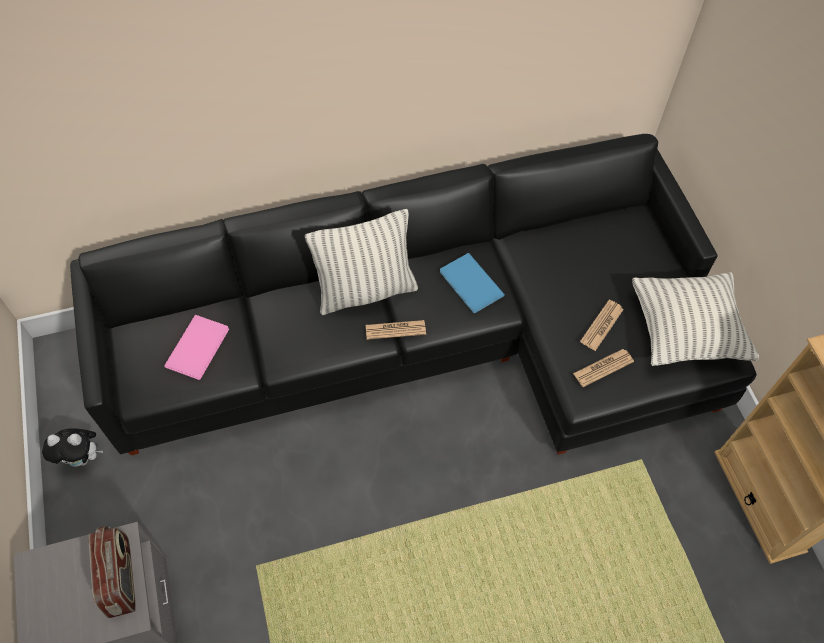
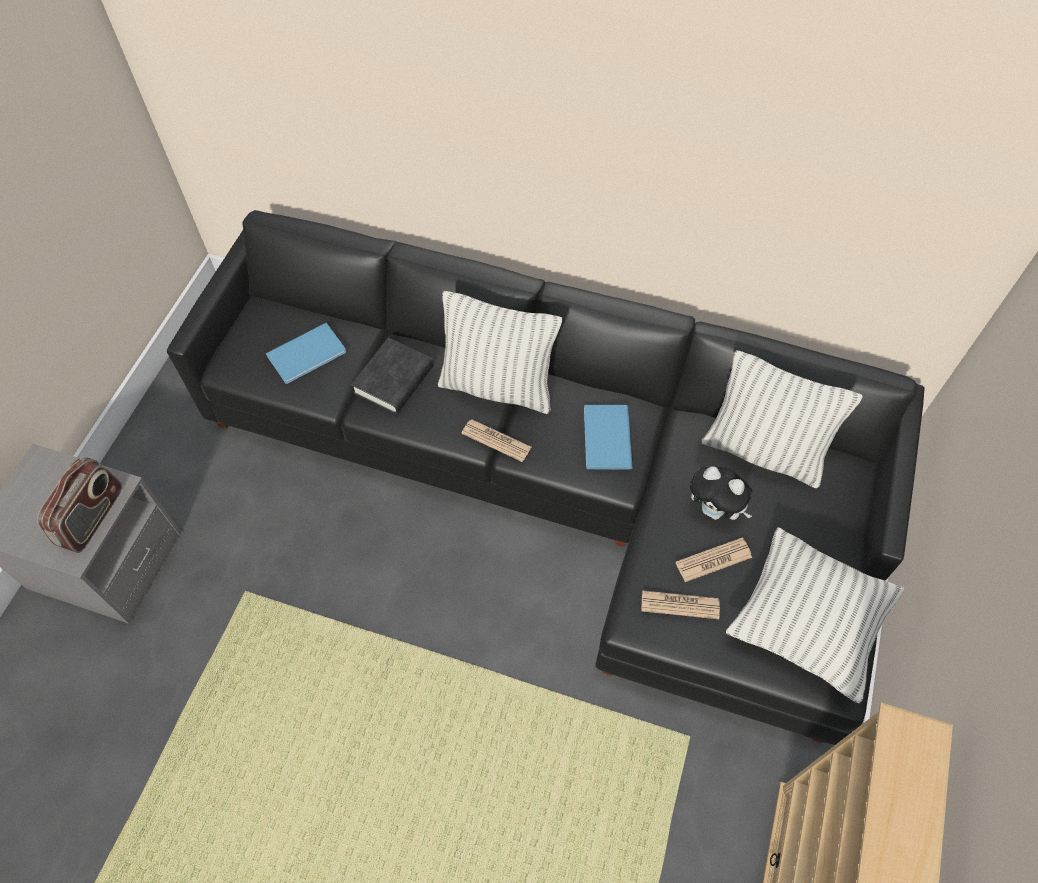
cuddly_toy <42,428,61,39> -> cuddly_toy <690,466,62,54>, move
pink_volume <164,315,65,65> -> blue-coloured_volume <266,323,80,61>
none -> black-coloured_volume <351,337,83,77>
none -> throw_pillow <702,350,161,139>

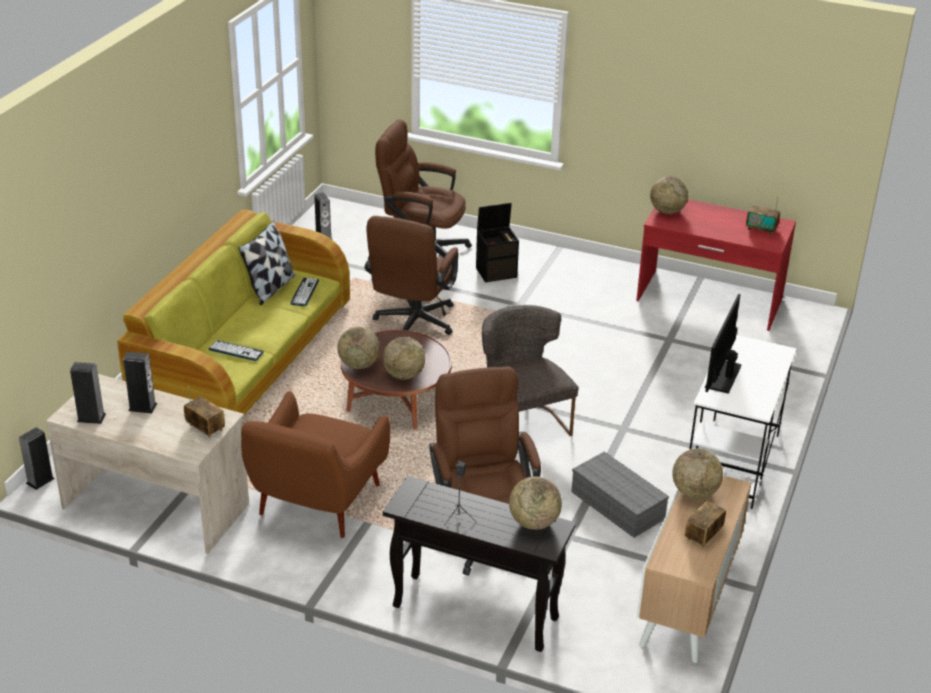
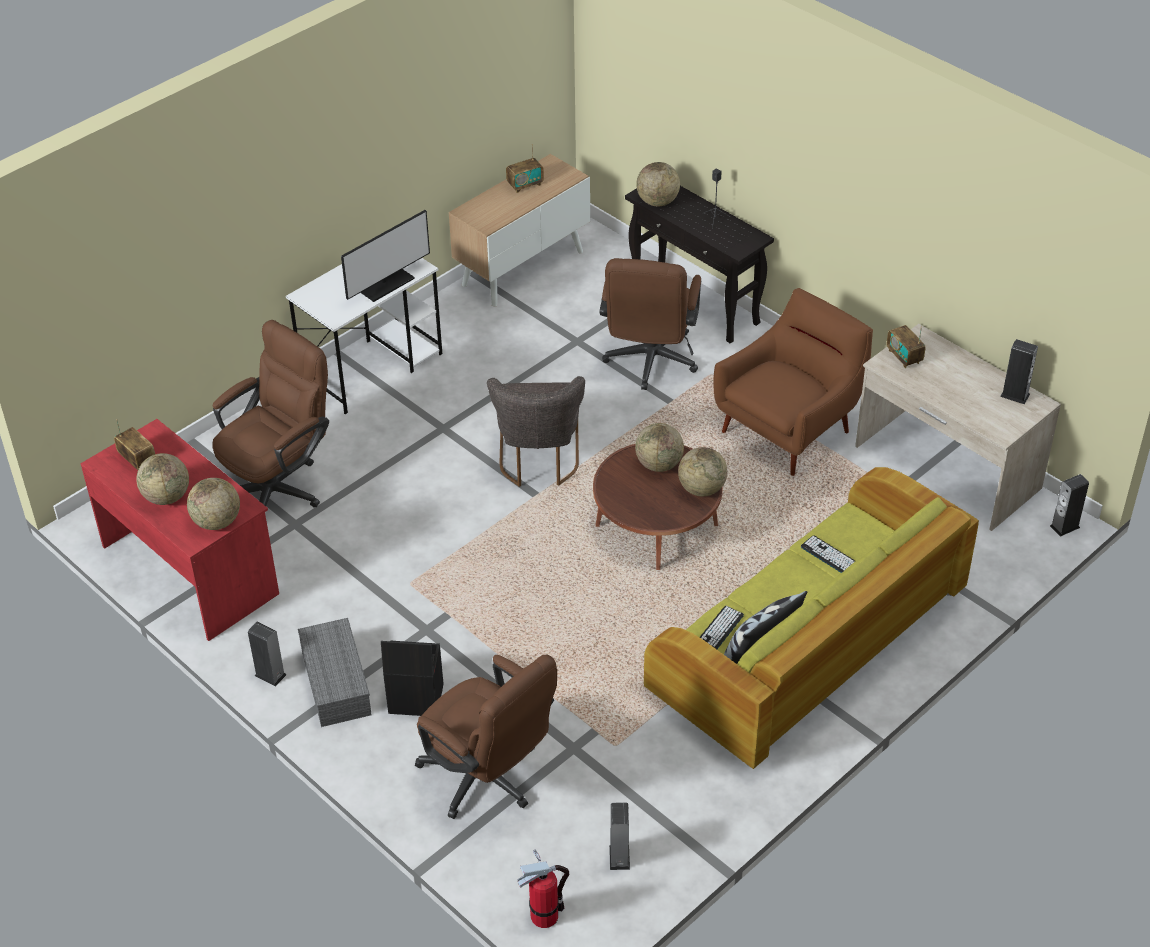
loudspeaker <123,352,34,61> -> loudspeaker <248,622,39,65>, move
brown_computer_chair <365,216,94,119> -> brown_computer_chair <212,320,117,188>, move
gray_storage_container <571,452,98,86> -> gray_storage_container <298,618,74,109>, move
desk_globe <672,448,51,51> -> desk_globe <136,453,53,52>, move
none -> fire-fighting_cylinder <518,850,51,78>

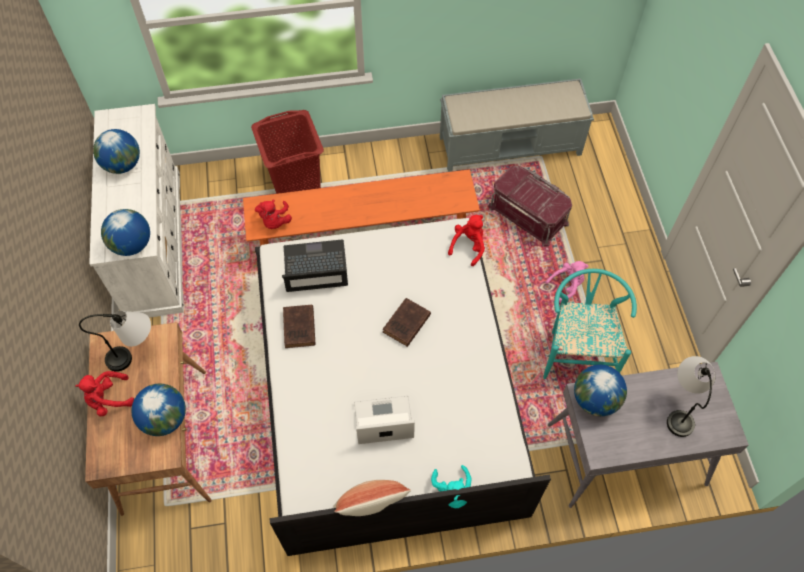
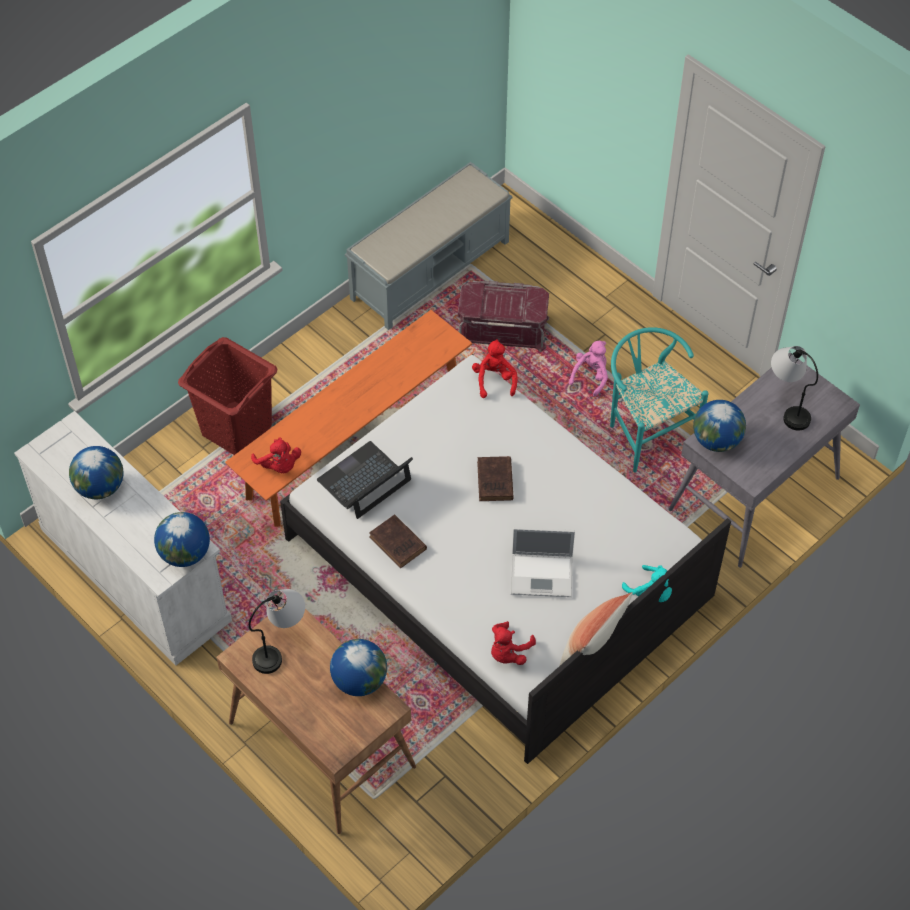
red-coloured_cuddly_toy <75,371,59,45> -> red-coloured_cuddly_toy <491,621,45,44>, move
portable_computer <354,396,61,48> -> portable_computer <511,527,64,70>, 135 degrees counterclockwise

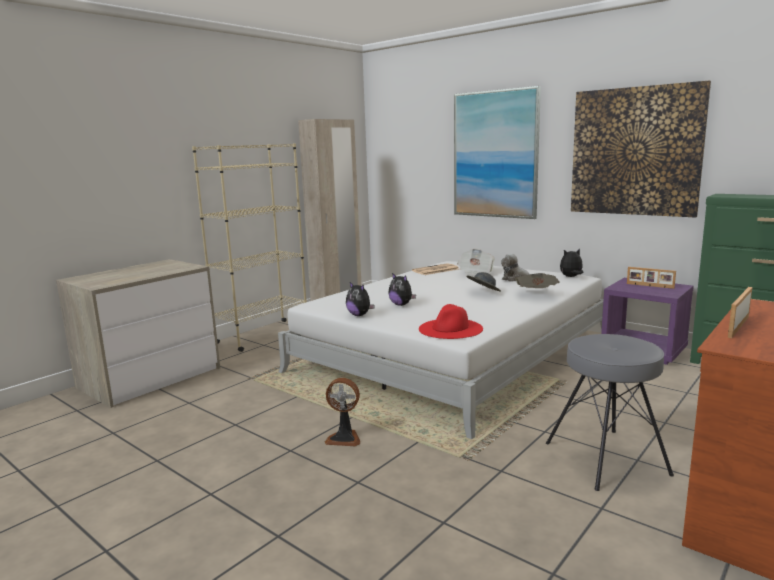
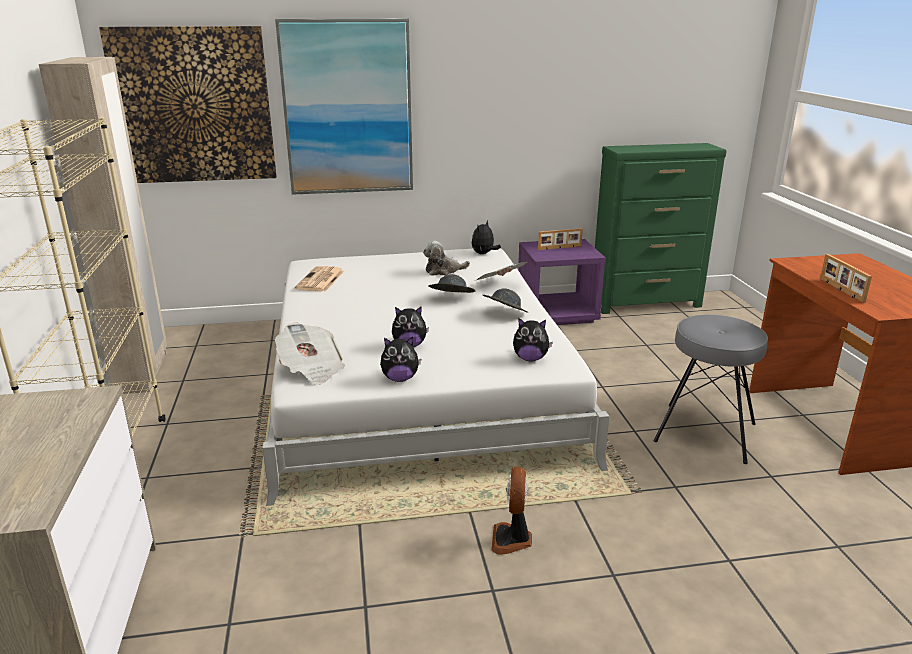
electric_fan <325,378,35,68> -> electric_fan <491,467,41,88>, 135 degrees clockwise
red-coloured_hat <419,304,64,35> -> cuddly_toy <513,318,40,43>
daily_paper <457,249,38,28> -> daily_paper <275,323,70,62>, move
wall_picture <571,80,140,138> -> wall_picture <99,26,178,157>, move
none -> gray_hat <482,288,46,25>

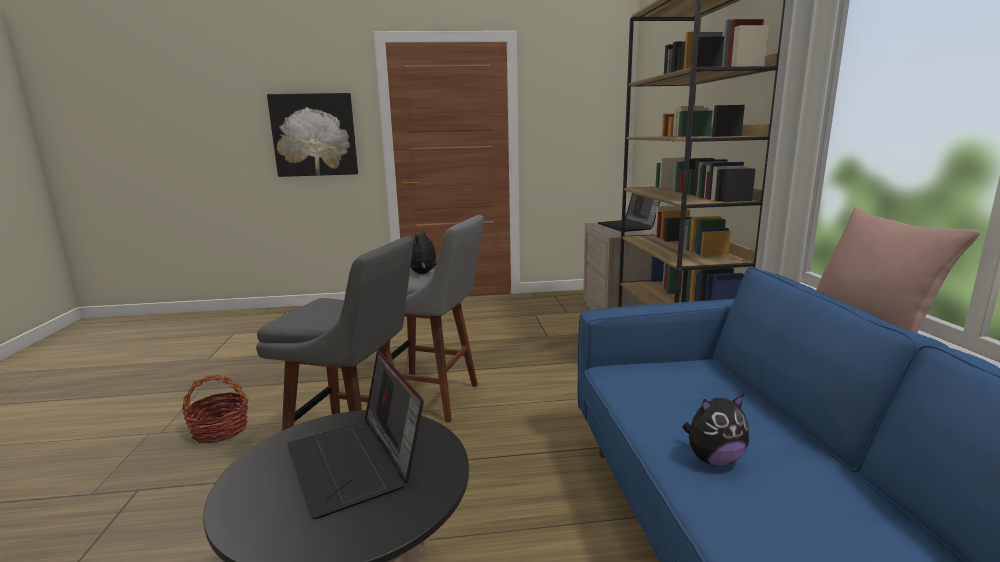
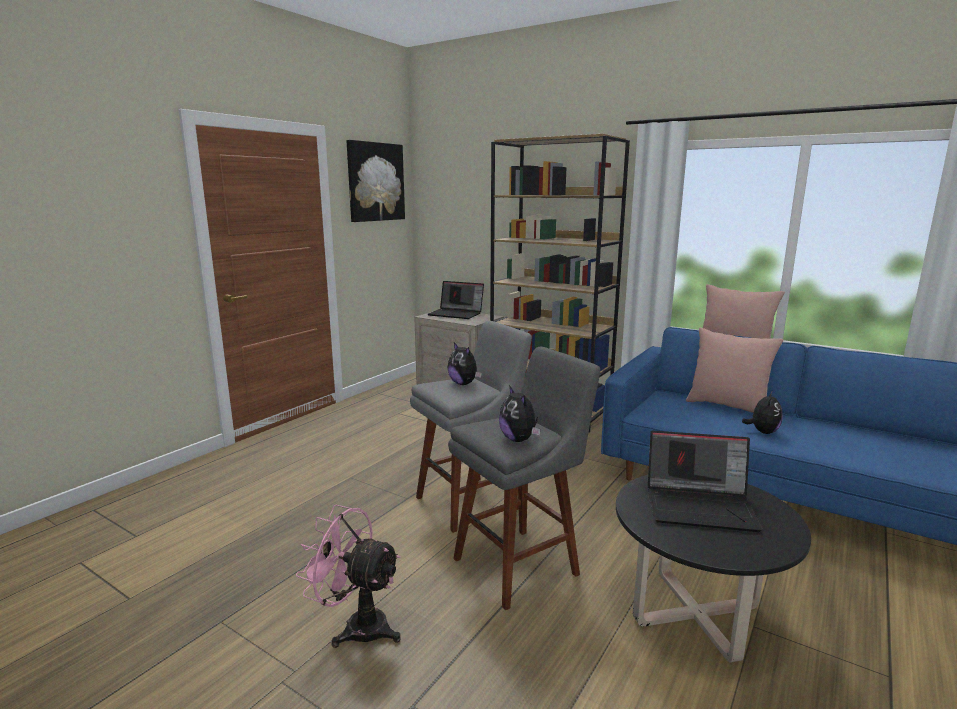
household_basket <182,375,67,68> -> pink_electric_fan <296,505,105,143>
wall_picture <267,93,91,84> -> wall_picture <347,140,58,82>, move
none -> cuddly_toy <499,385,41,57>
none -> pink_throw_pillow <686,328,97,85>

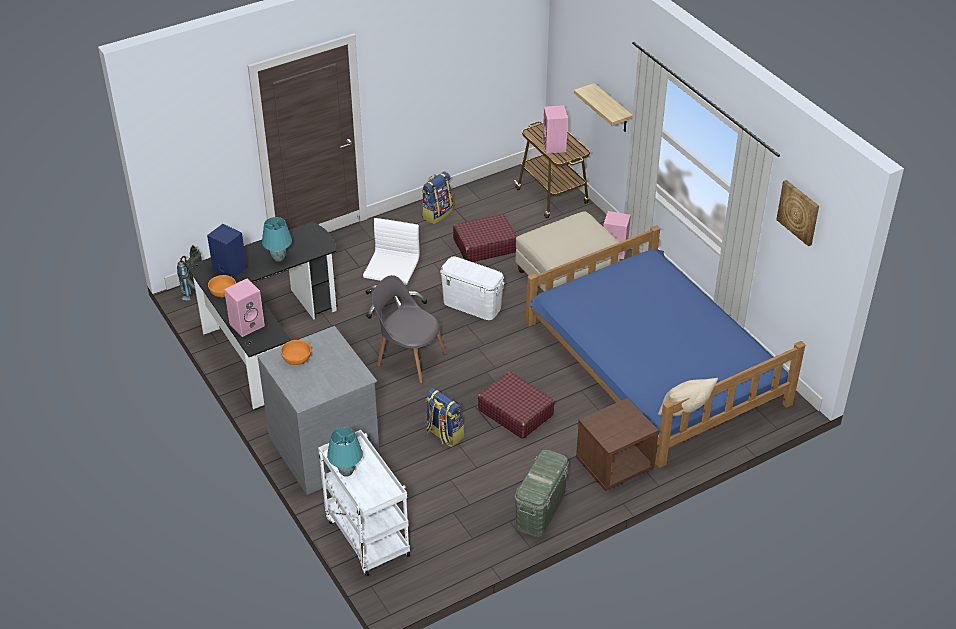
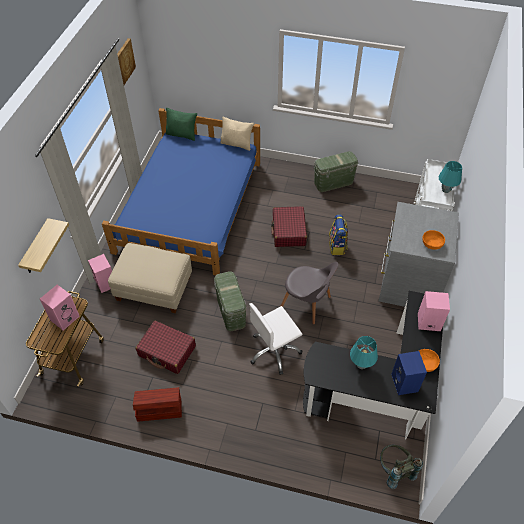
gray_chair <372,275,75,109> -> gray_chair <281,262,58,63>, 45 degrees counterclockwise
knapsack <422,171,31,53> -> brown_storage_container <133,387,49,35>
whitish_storage_container <440,256,65,64> -> green-coloured_storage_container <214,271,32,60>
brown_night_table <576,398,83,93> -> none
none -> green-coloured_throw_pillow <166,108,31,33>

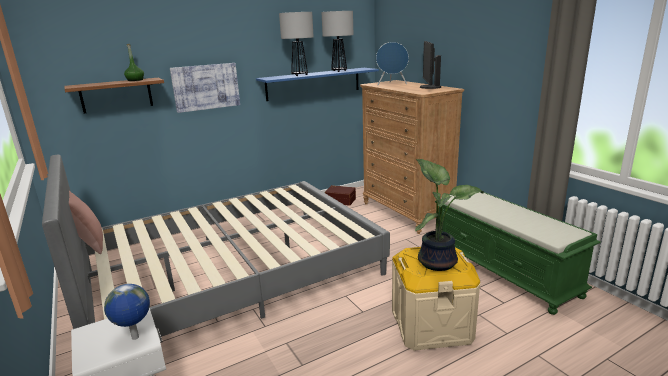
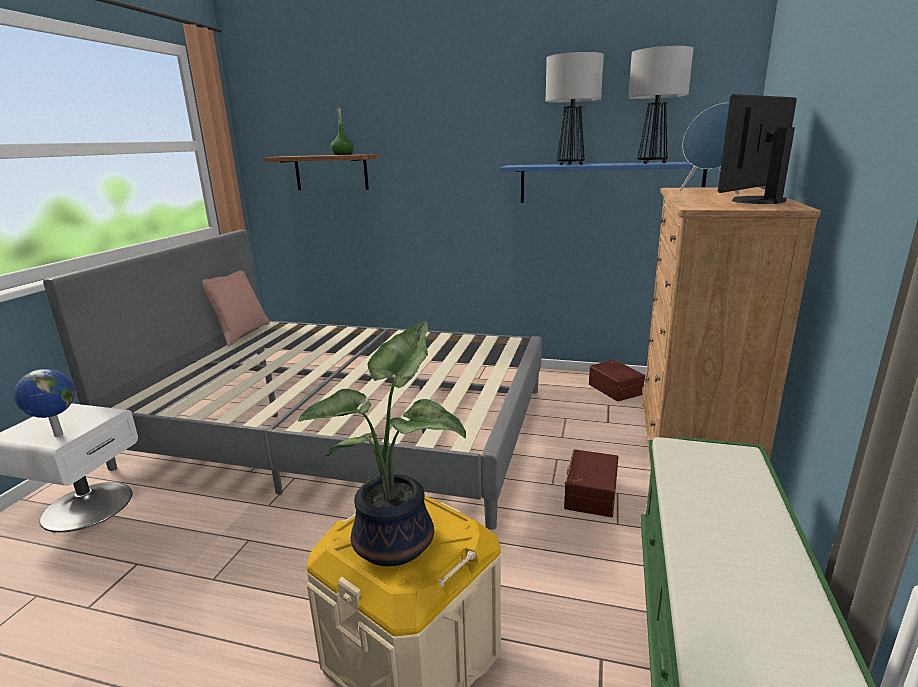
wall_picture <170,63,70,50> -> none
none -> brown_storage_container <564,449,54,68>

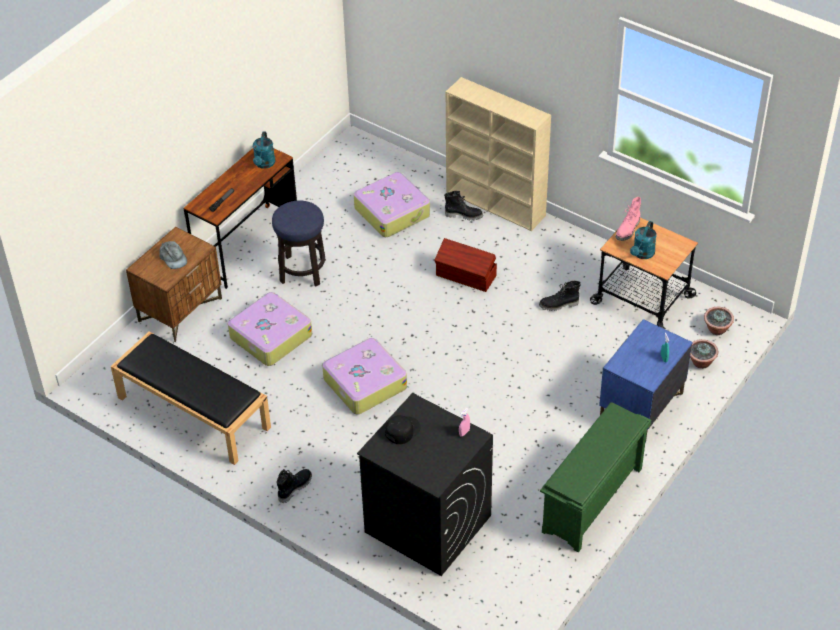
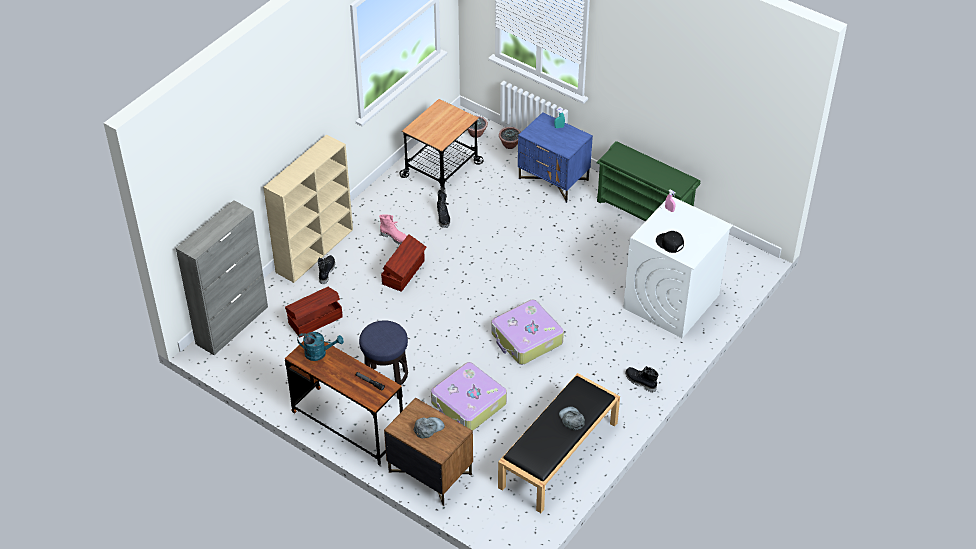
suitcase <354,172,76,65> -> brown_storage_container <285,287,58,50>
black-coloured_laundry_appliance <357,393,136,183> -> whitish_laundry_appliance <623,196,110,142>
pink_tall_boot <616,197,25,44> -> pink_tall_boot <379,215,28,30>, move
blue-green_sprinkling_can <630,221,26,38> -> none
none -> gray_storage_cabinet <176,200,92,155>
none -> gray_peaked_cap <559,407,26,23>

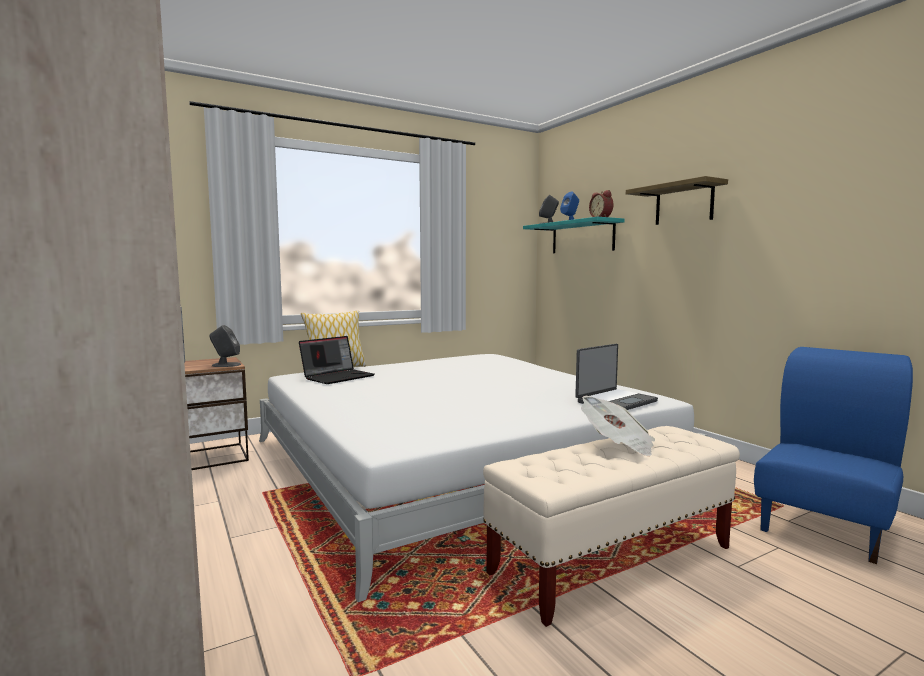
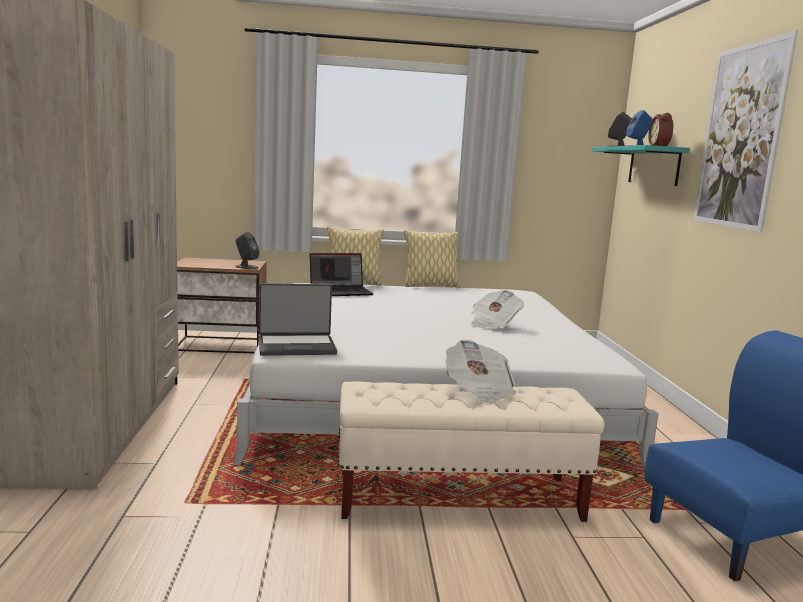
portable_computer <575,344,83,66> -> portable_computer <259,283,78,73>, move
bracket_shelf <626,176,102,49> -> wall_picture <693,31,105,202>
none -> throw_pillow <404,230,56,58>
none -> daily_paper <471,290,53,38>

